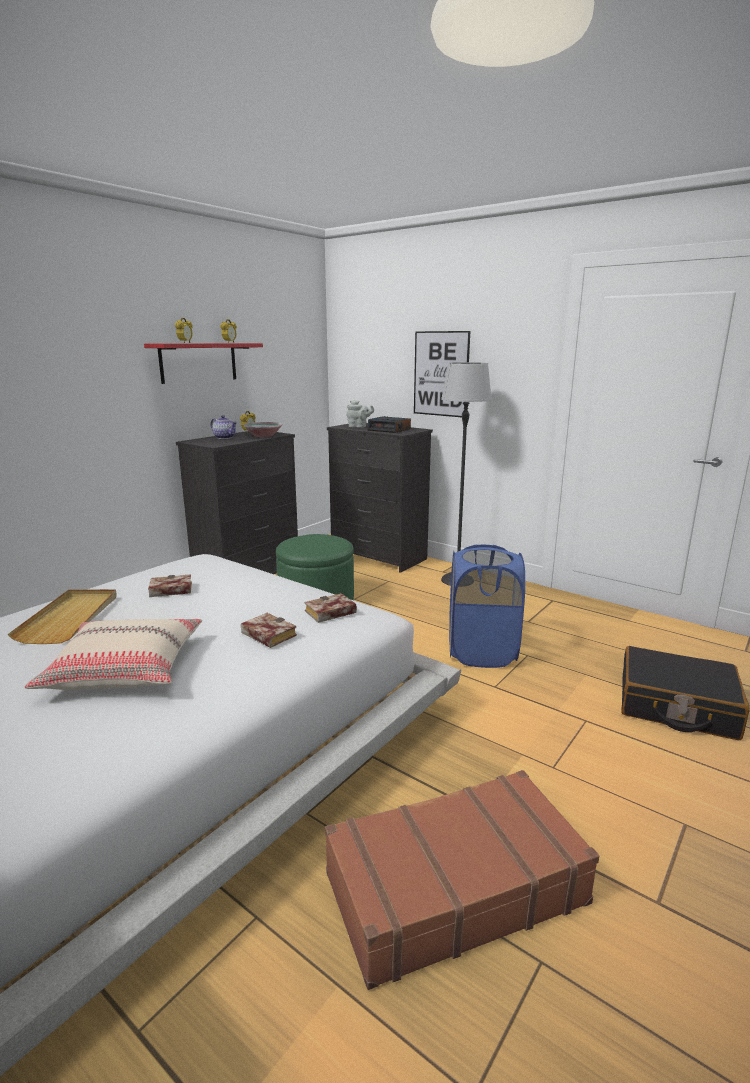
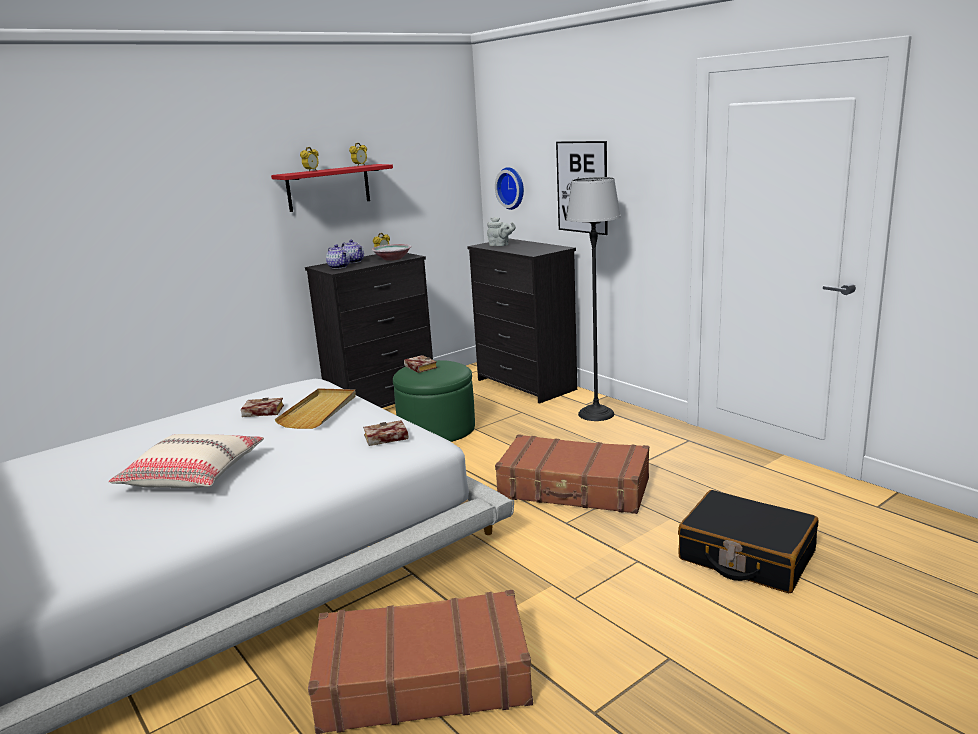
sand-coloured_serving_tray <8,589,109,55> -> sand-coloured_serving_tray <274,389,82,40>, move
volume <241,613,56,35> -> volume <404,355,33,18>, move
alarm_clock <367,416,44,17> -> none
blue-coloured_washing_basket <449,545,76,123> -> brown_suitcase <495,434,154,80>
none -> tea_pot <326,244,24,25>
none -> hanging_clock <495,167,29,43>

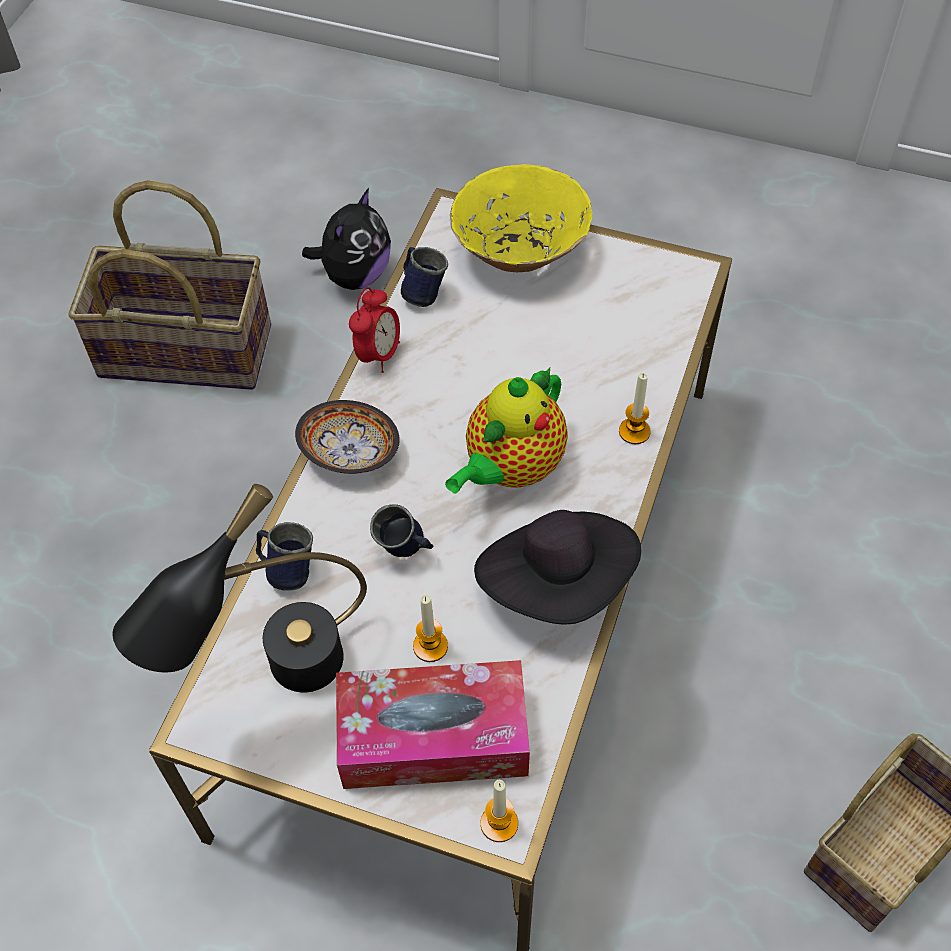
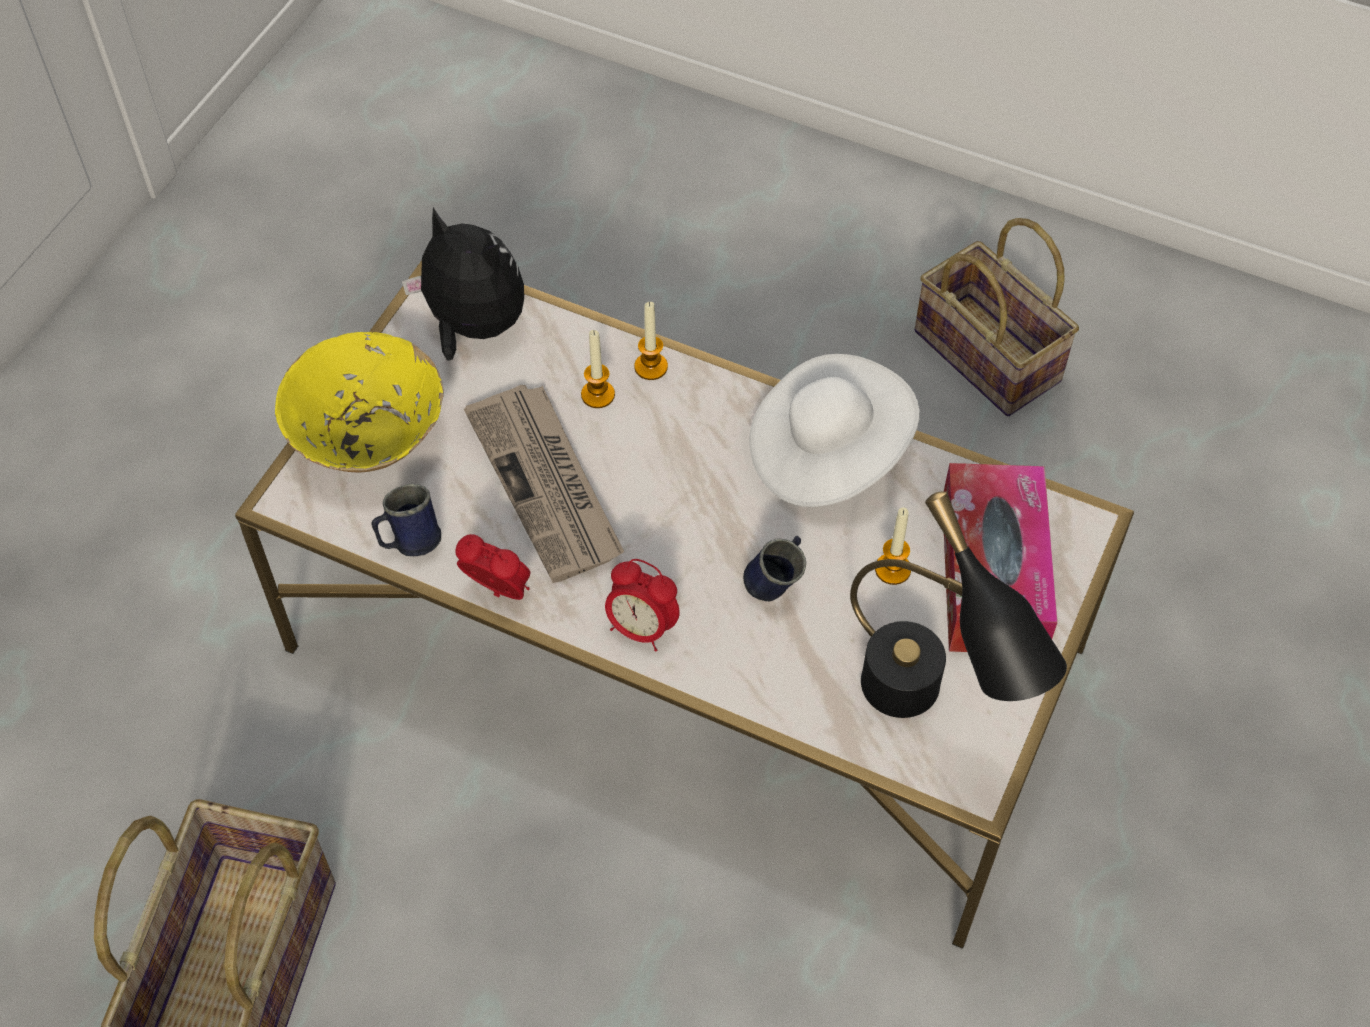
blue-coloured_coffee_mug <256,522,57,69> -> none
serving_bowl <295,400,105,74> -> alarm_clock <605,559,75,92>
cuddly_toy <302,188,89,102> -> cuddly_toy <402,207,122,154>, move
tea_pot <445,367,123,126> -> none
black-coloured_hat <474,510,167,115> -> whitish_hat <749,354,171,153>
wax_candle <480,780,38,62> -> wax_candle <581,330,34,78>, move
none -> daily_paper <464,385,160,198>

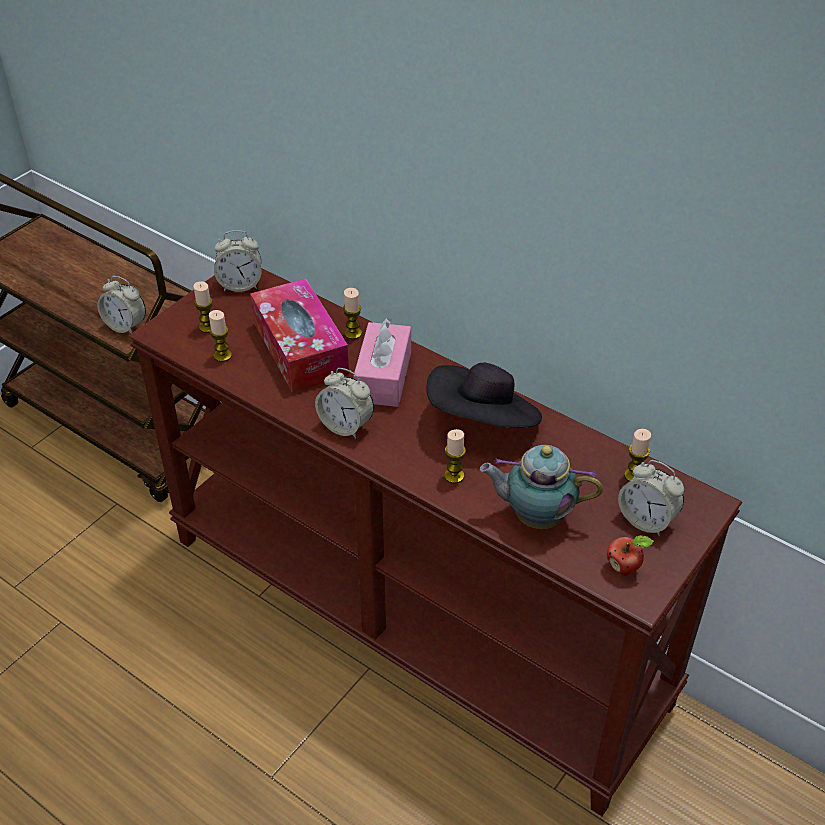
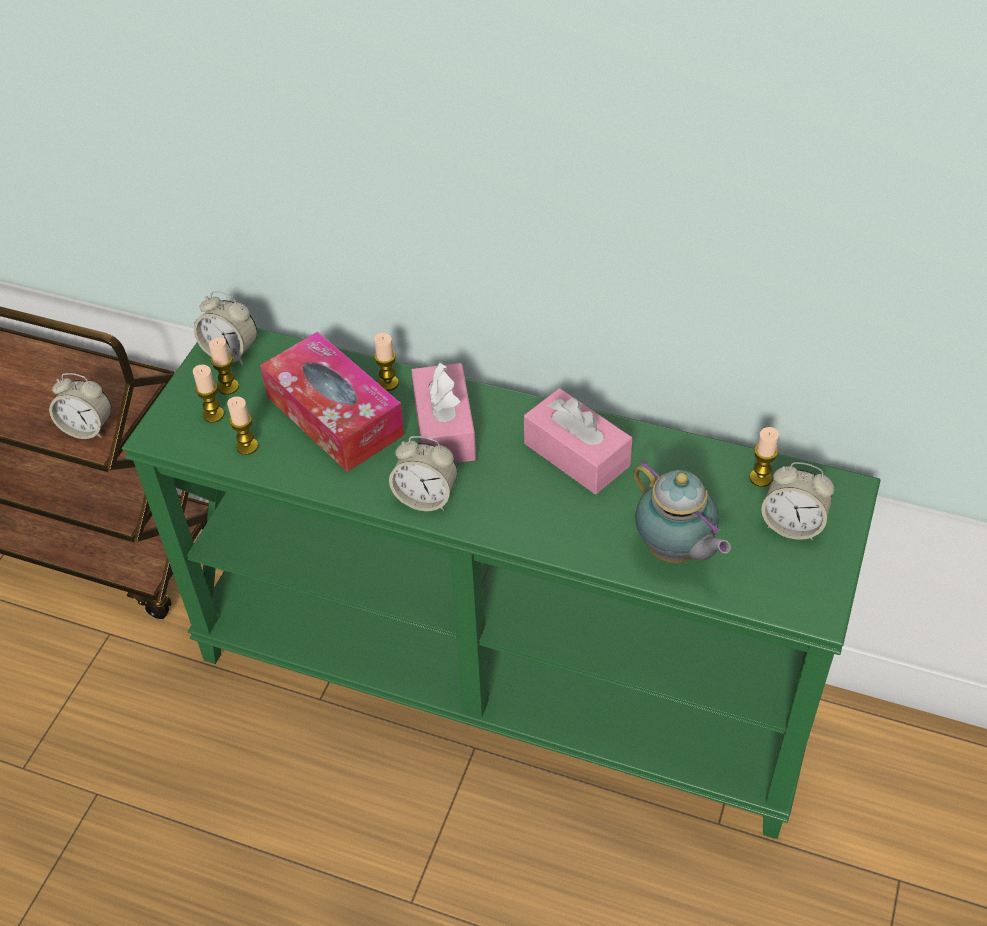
brown_console_table <128,268,614,548> -> green-coloured_console_table <122,328,759,511>
alarm_clock <214,230,47,62> -> alarm_clock <194,291,63,73>, 45 degrees clockwise
black-coloured_hat <427,363,115,65> -> pink_tissue_holder <524,388,108,106>
wax_candle <444,429,22,55> -> wax_candle <209,337,30,58>, move
tea_pot <480,445,123,84> -> tea_pot <633,460,98,103>, 120 degrees counterclockwise
apple_fruit <607,535,47,41> -> none

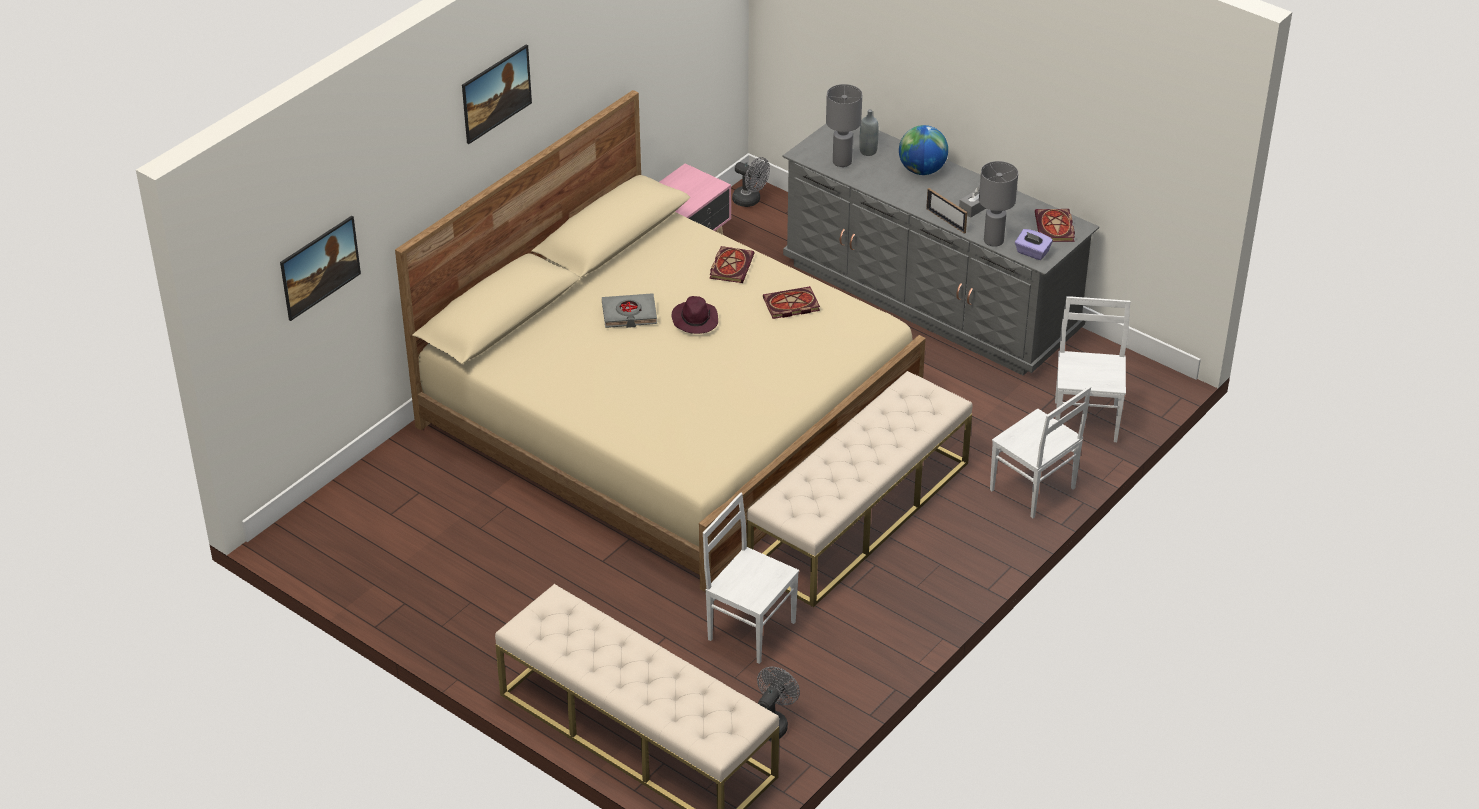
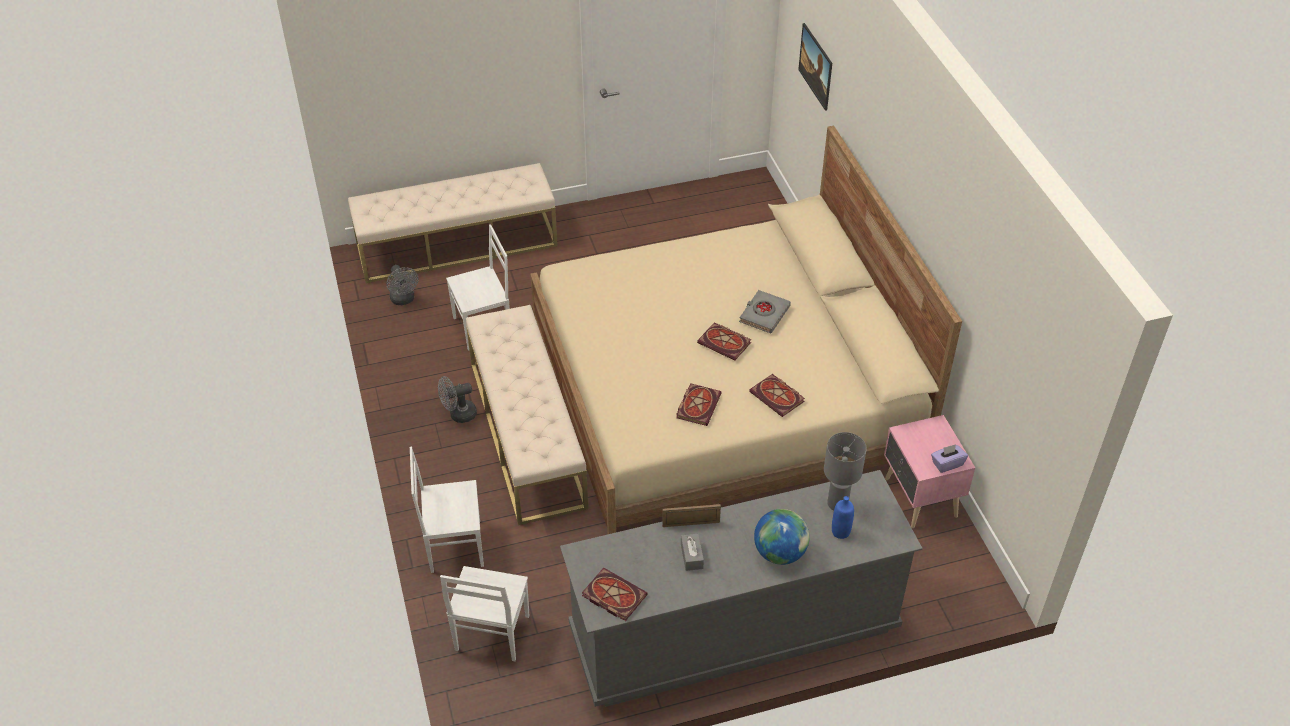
wall_picture <462,44,70,100> -> none
purplish_hat <672,296,46,38> -> volume <697,322,54,39>
gray_electric_fan <732,157,38,50> -> gray_electric_fan <438,376,39,47>, move
gray_drink_bottle <859,109,19,47> -> blue-coloured_drink_bottle <832,496,22,43>
gray_table_lamp <979,161,39,86> -> none
purplish_tissue_holder <1015,229,38,31> -> purplish_tissue_holder <931,444,37,29>, move
whitish_chair <1055,296,75,146> -> whitish_chair <440,566,90,95>, 60 degrees clockwise

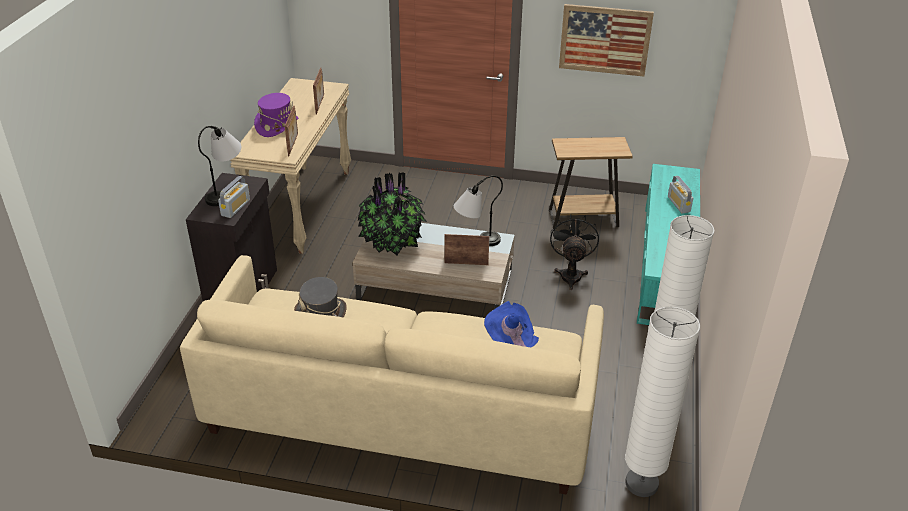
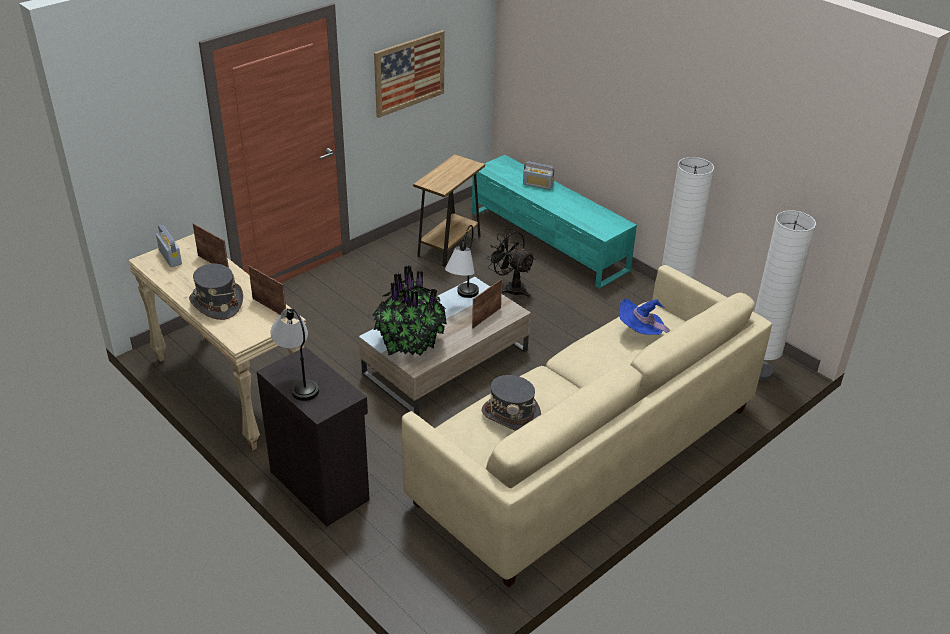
radio <218,176,32,42> -> radio <156,225,26,42>, move
purplish_hat <254,93,44,44> -> gray_hat <189,264,54,56>

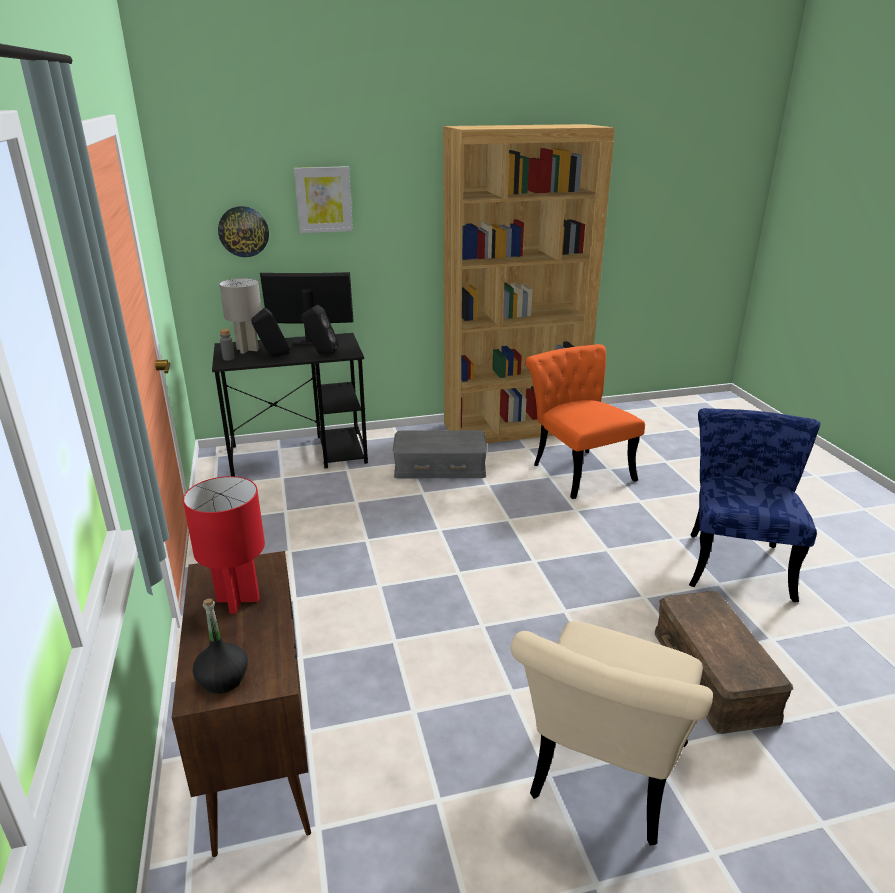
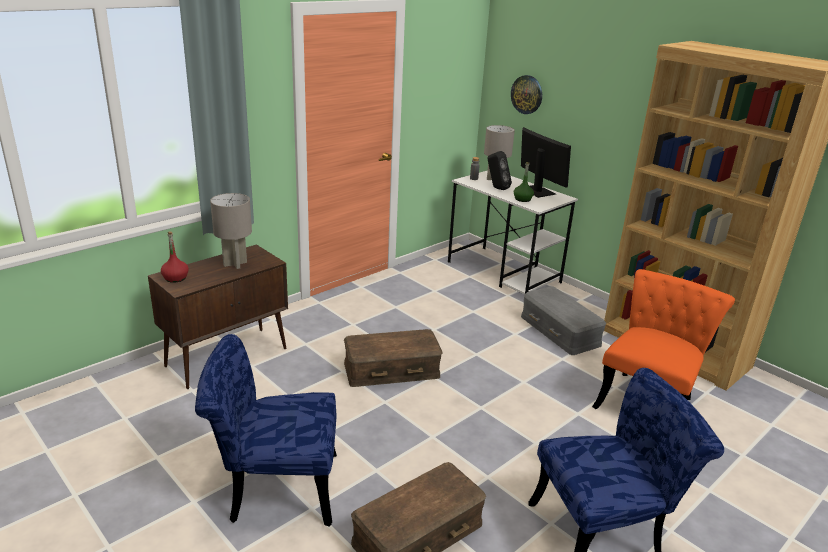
red-coloured_table_lamp <183,476,82,138> -> gray_table_lamp <210,193,42,76>
black-coloured_drink_bottle <193,599,55,95> -> red-coloured_drink_bottle <161,232,28,51>
black-coloured_desk_unit <212,333,156,143> -> whitish_desk_unit <448,170,130,124>
wall_picture <294,166,59,67> -> none
black-coloured_loudspeaker <301,305,38,49> -> green-coloured_drink_bottle <514,162,20,40>
sand-coloured_chair <511,621,202,225> -> blue-coloured_chair <195,334,142,193>
none -> brown_storage_container <344,329,99,58>

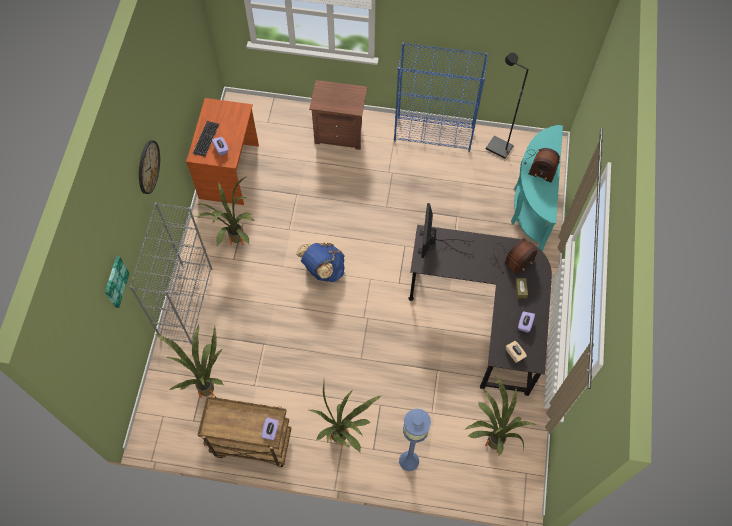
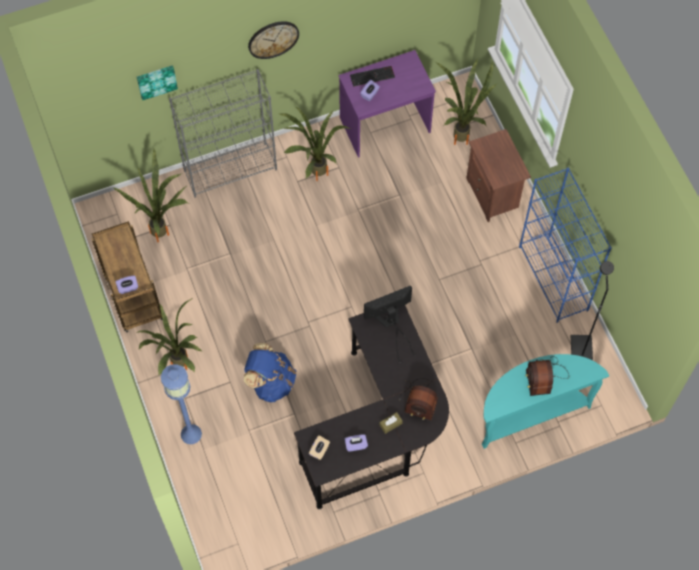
brown_desk_unit <186,98,73,107> -> purplish_desk_unit <338,50,98,108>
blue-coloured_knapsack <296,243,49,39> -> blue-coloured_knapsack <244,343,53,59>, move
plant_in_a_pot <464,377,73,78> -> plant_in_a_pot <436,58,62,87>, move

